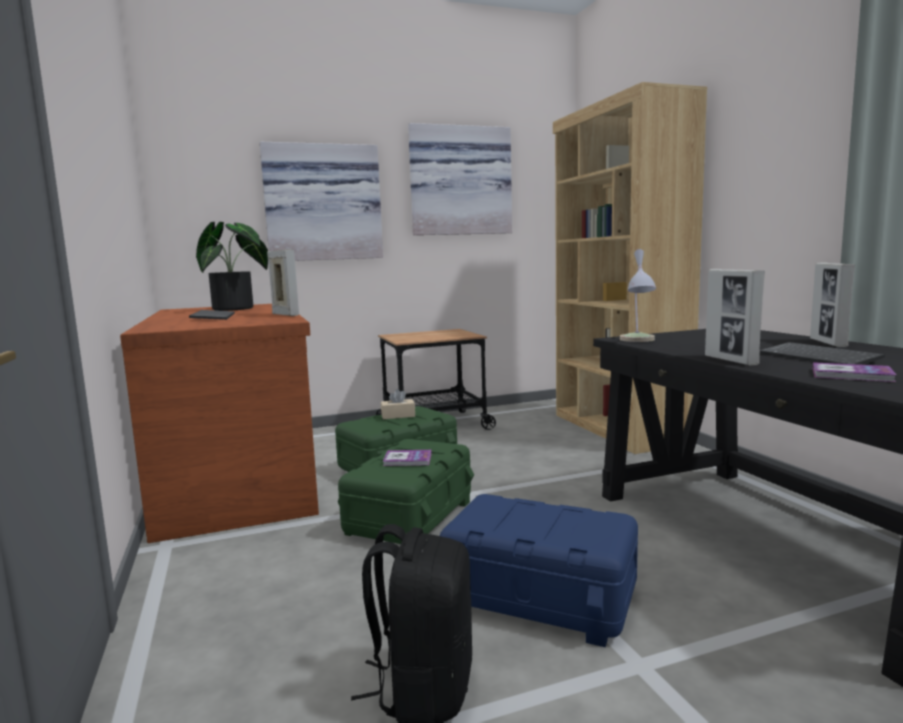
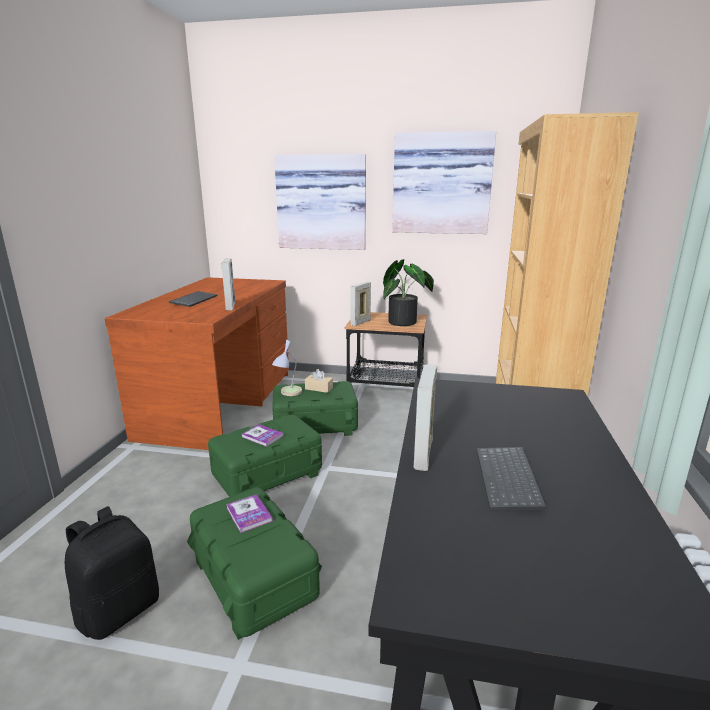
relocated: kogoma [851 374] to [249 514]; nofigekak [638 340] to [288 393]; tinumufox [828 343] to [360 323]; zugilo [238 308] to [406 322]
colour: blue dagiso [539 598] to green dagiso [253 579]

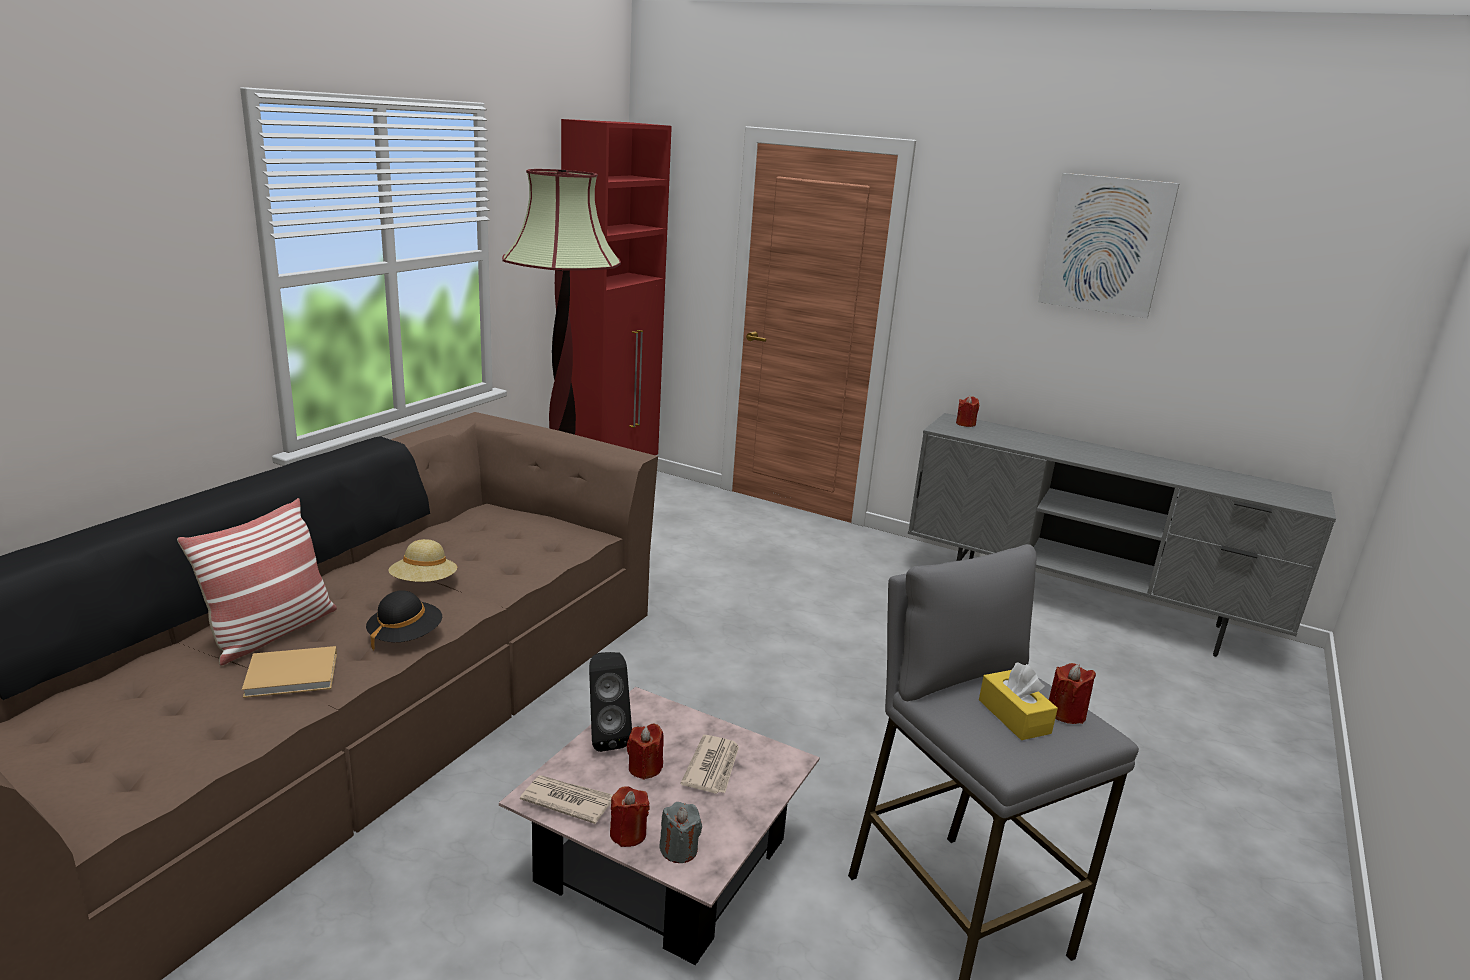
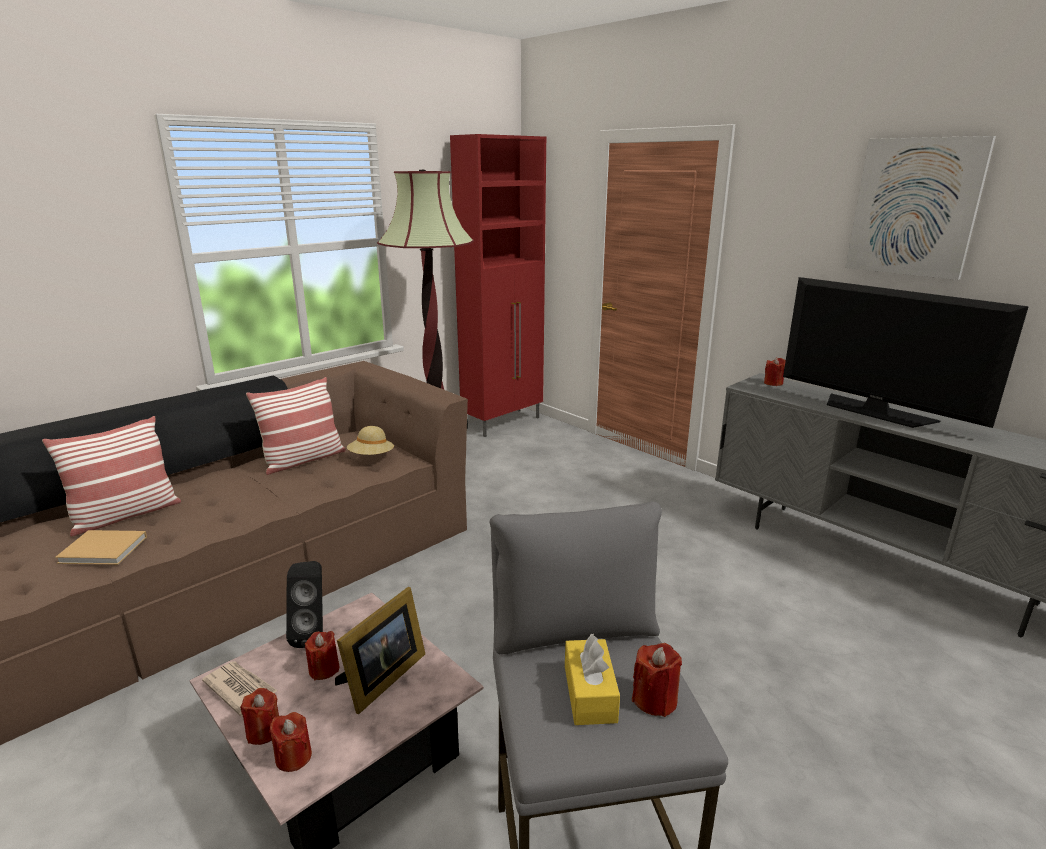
missing: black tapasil [405 636]
appeared: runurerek [303 460]; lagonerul [875 412]
relocated: beige tapasil [424 583] to [371 457]
exchanged: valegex [713 767] to tinumufox [381 679]
colour: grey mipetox [679 850] to red mipetox [293 757]

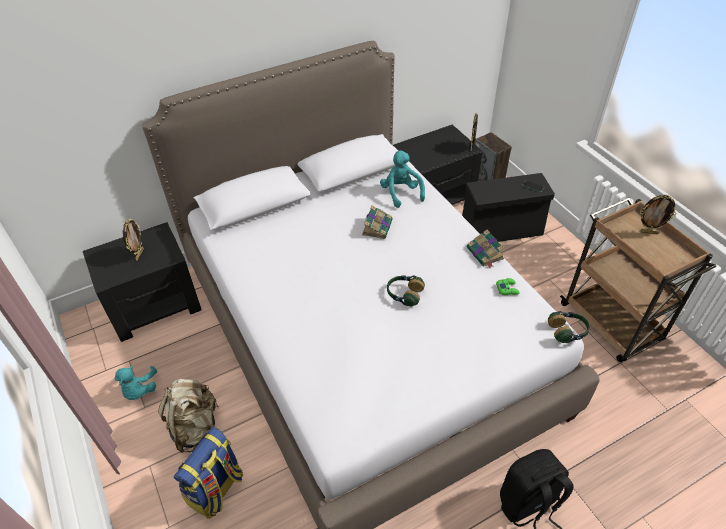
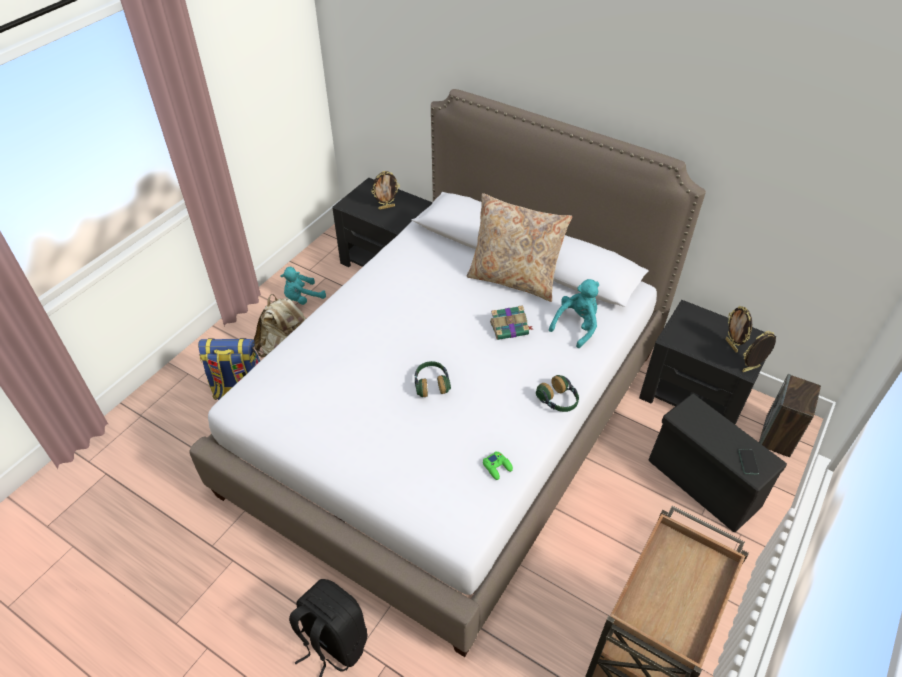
missing: kogoma [485 254]
appeared: beige runurerek [514 279]
relocated: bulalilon [567 331] to [558 401]; tinumufox [648 232] to [732 345]

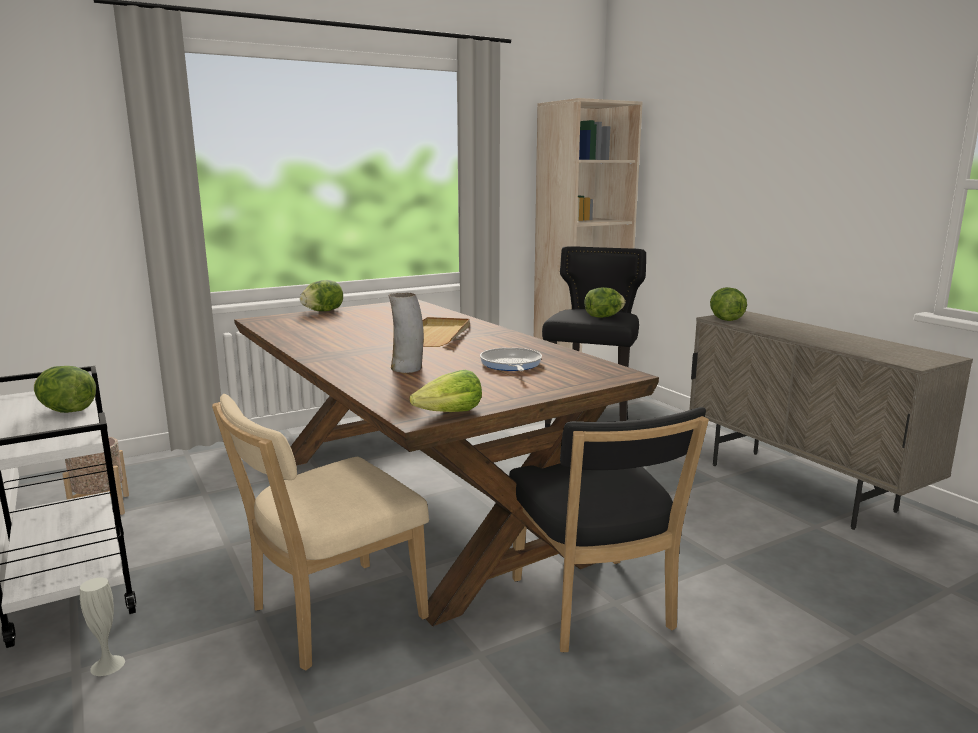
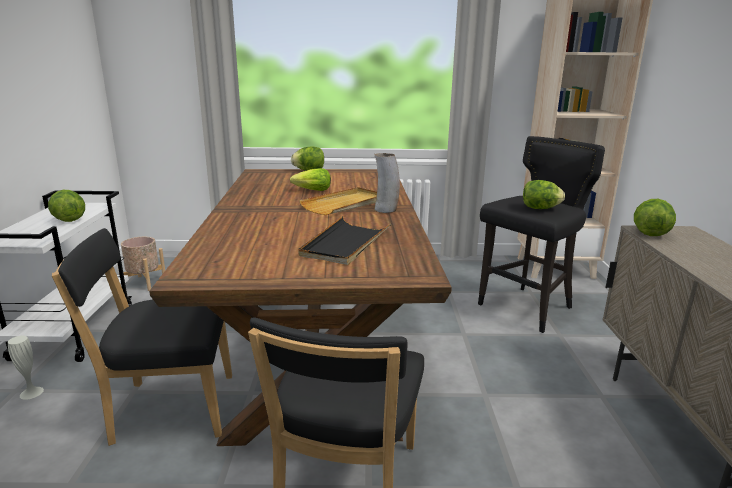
relocated: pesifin [450 413] to [312 191]; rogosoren [407 368] to [386 209]
exchanged: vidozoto [510 365] to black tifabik [345 244]
colour: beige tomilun [330 616] to black tomilun [168 409]

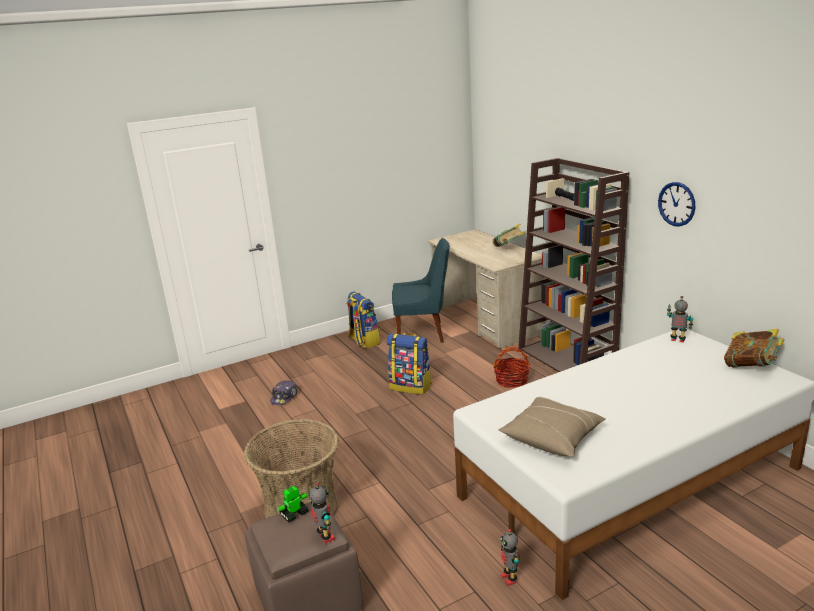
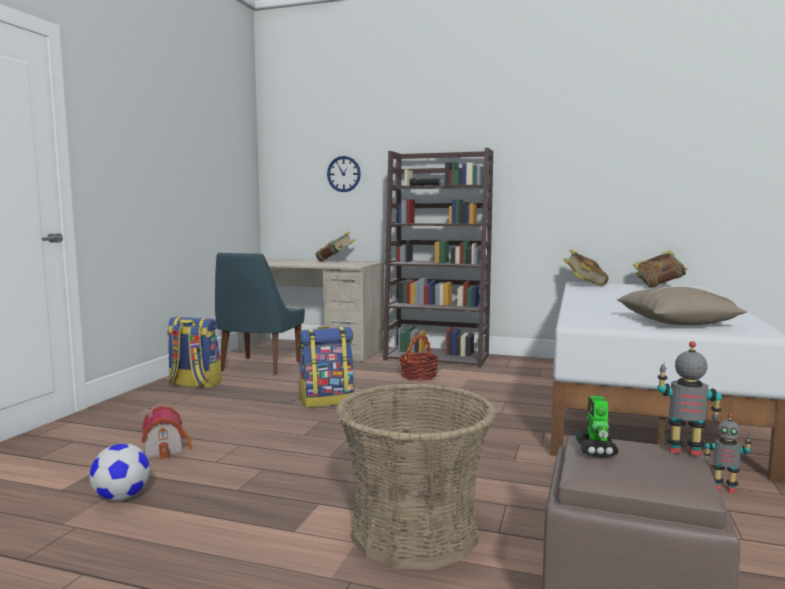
appeared: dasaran [122 497]
relocated: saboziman [676 204] to [343 174]
exchanged: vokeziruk [284 397] to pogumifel [166 448]; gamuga [677 340] to kogoma [584 285]
spun: blue tomilun [423 333] = [259 367] 150 degrees clockwise

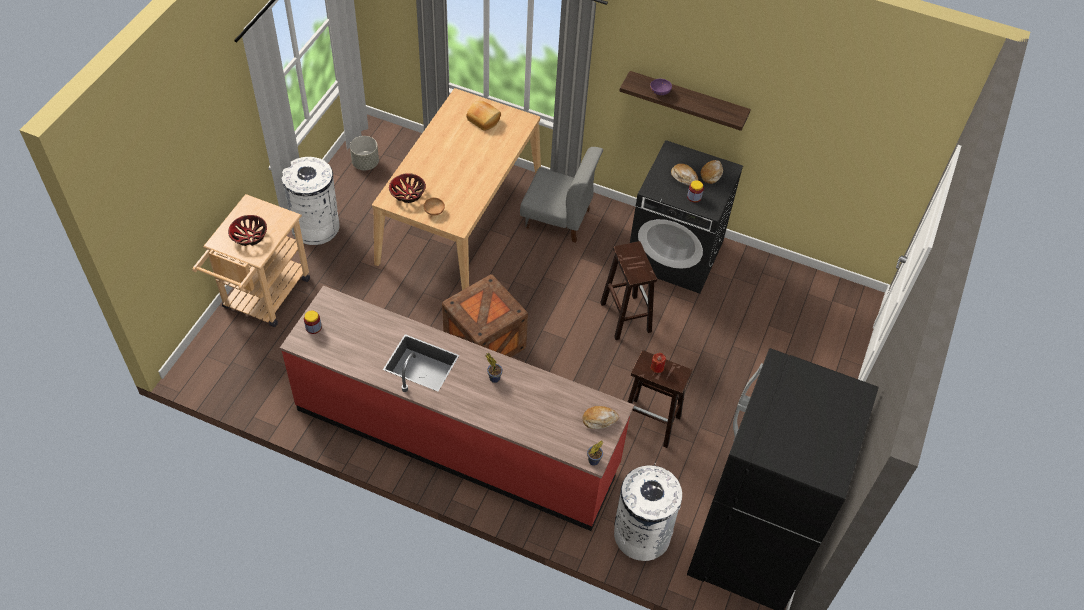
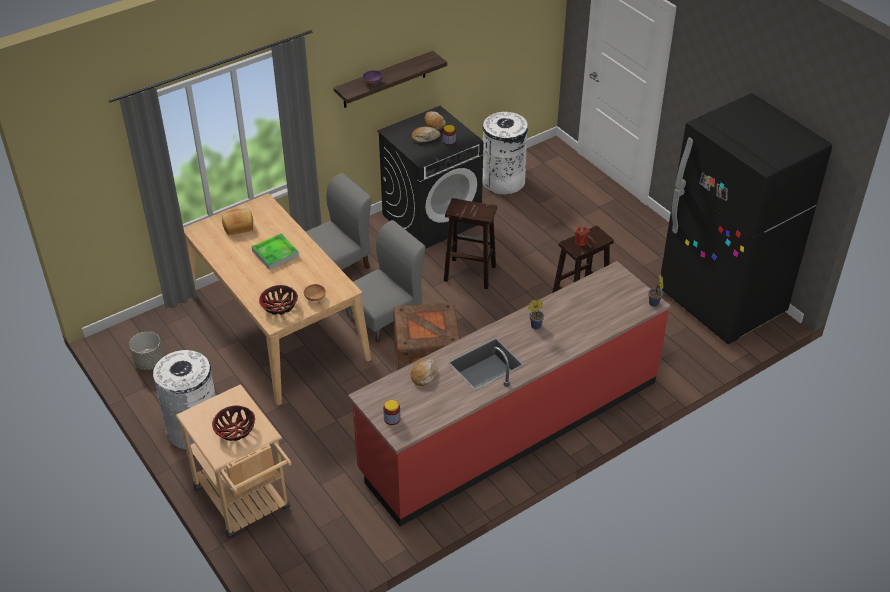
appeared: tifabik [275 253]; grey tomilun [384 316]
relocated: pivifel [599 419] to [423 375]; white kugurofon [641 534] to [503 181]

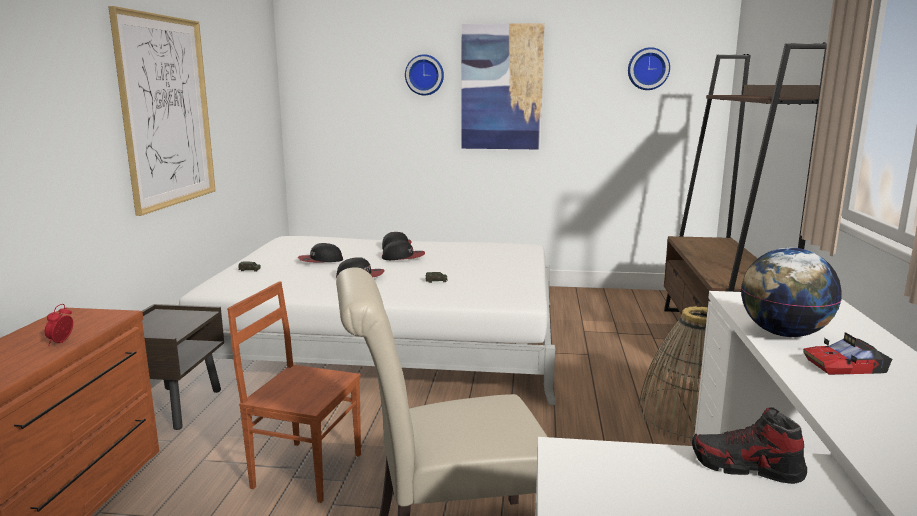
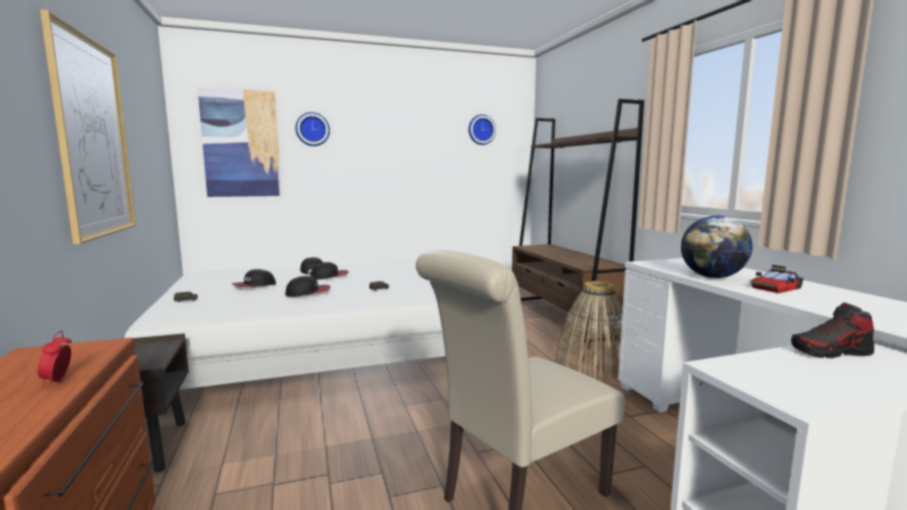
missing: brown tomilun [306 469]
relocated: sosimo [501 87] to [241 144]

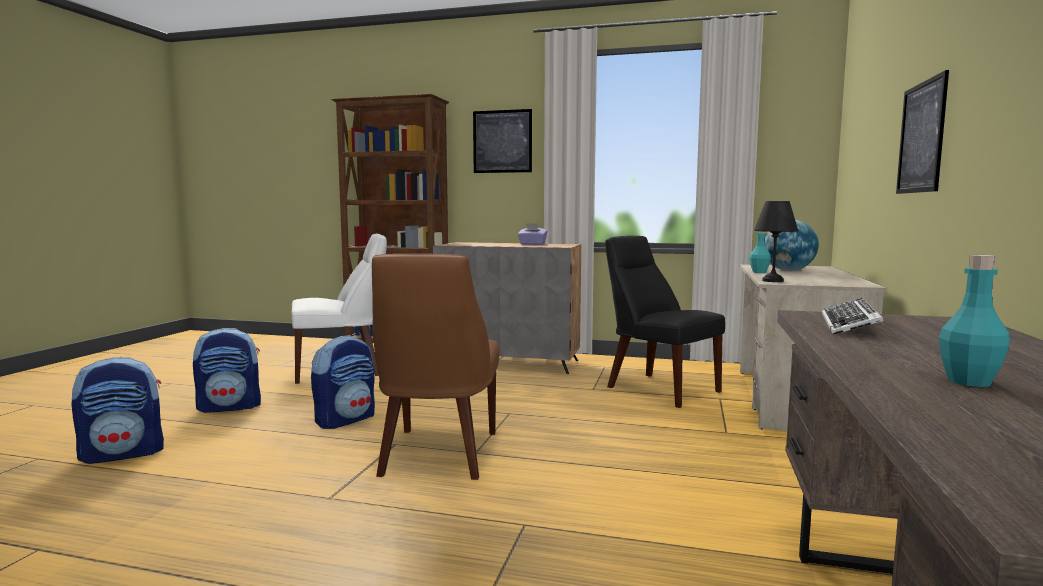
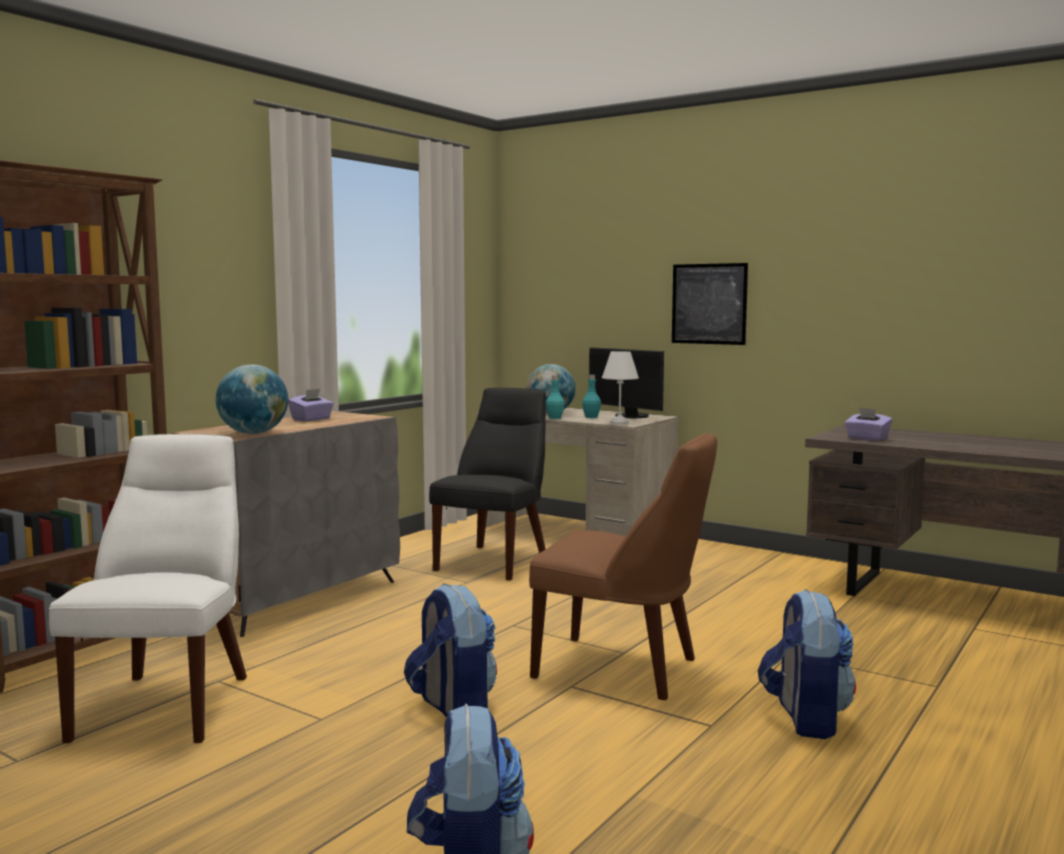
missing: sosimo [502 141]
appeared: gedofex [254 433]; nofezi [629 416]
relocated: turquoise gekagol [969 382] to [591 417]; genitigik [230 407] to [805 718]
exchanged: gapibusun [850 325] to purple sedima [867 438]
colour: black nofigekak [772 281] to white nofigekak [620 423]
spun: black tomilun [658 388] = [495 561] 135 degrees clockwise

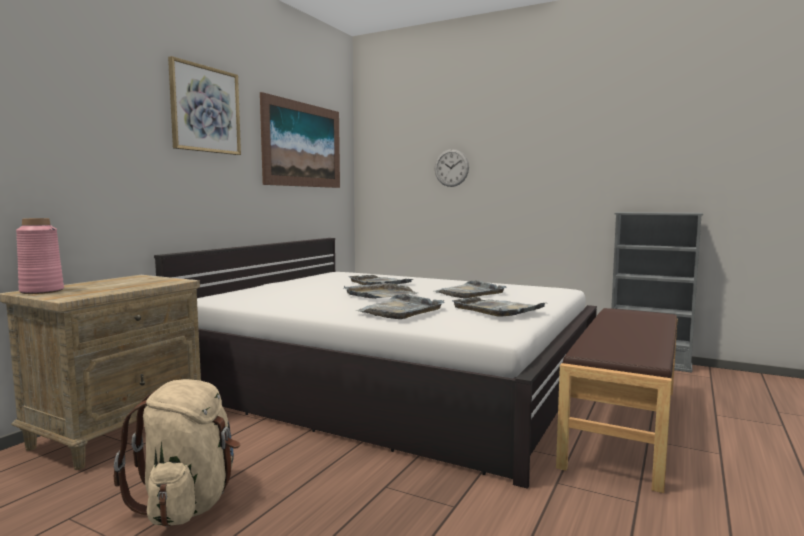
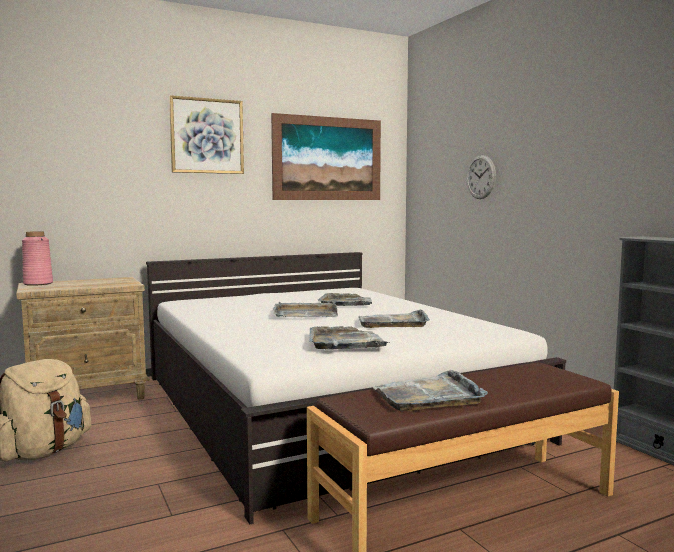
relocated: grey tifabik [400 310] to [428 396]

